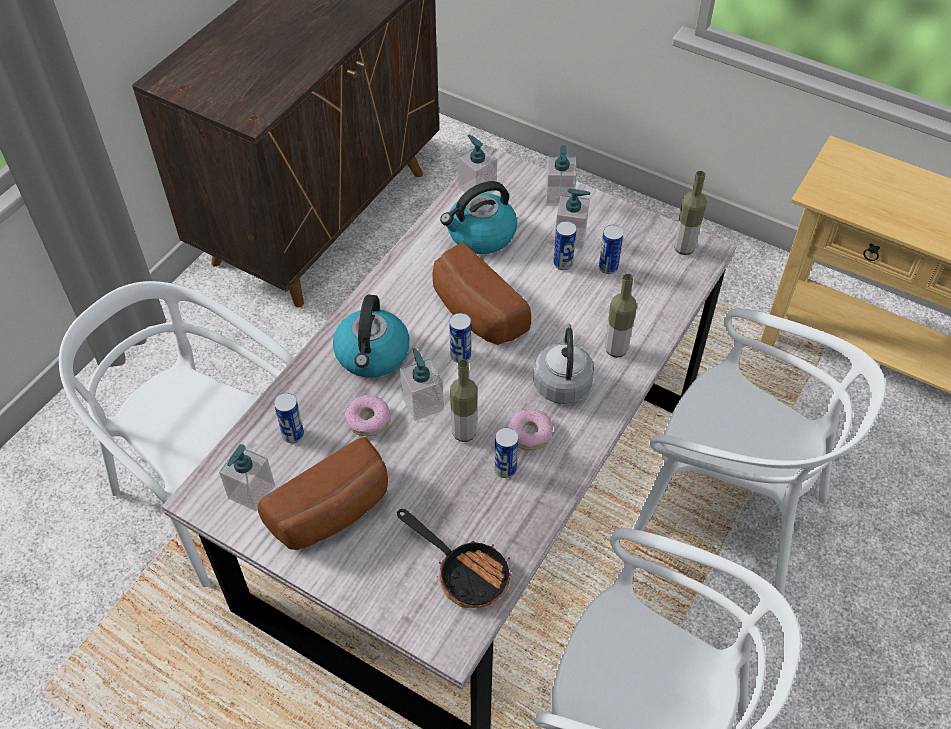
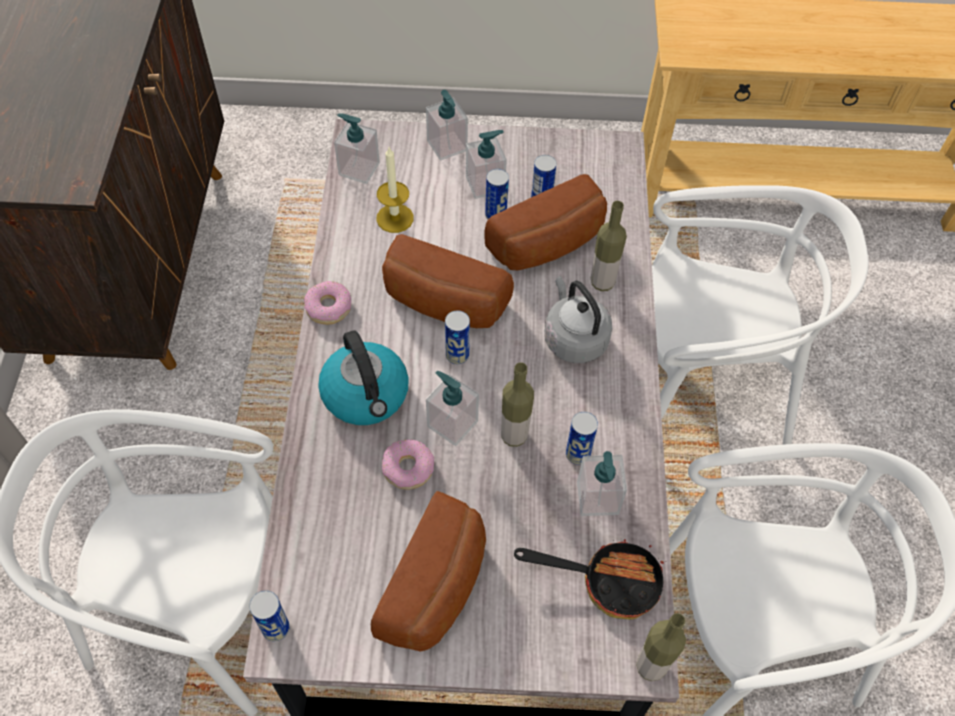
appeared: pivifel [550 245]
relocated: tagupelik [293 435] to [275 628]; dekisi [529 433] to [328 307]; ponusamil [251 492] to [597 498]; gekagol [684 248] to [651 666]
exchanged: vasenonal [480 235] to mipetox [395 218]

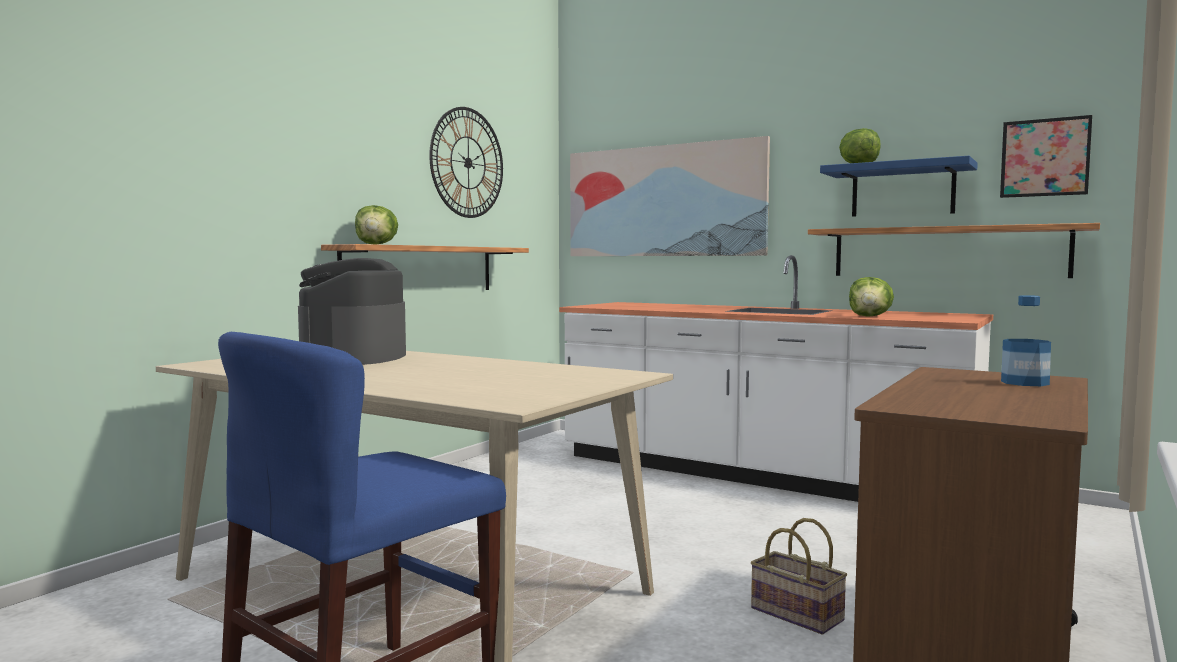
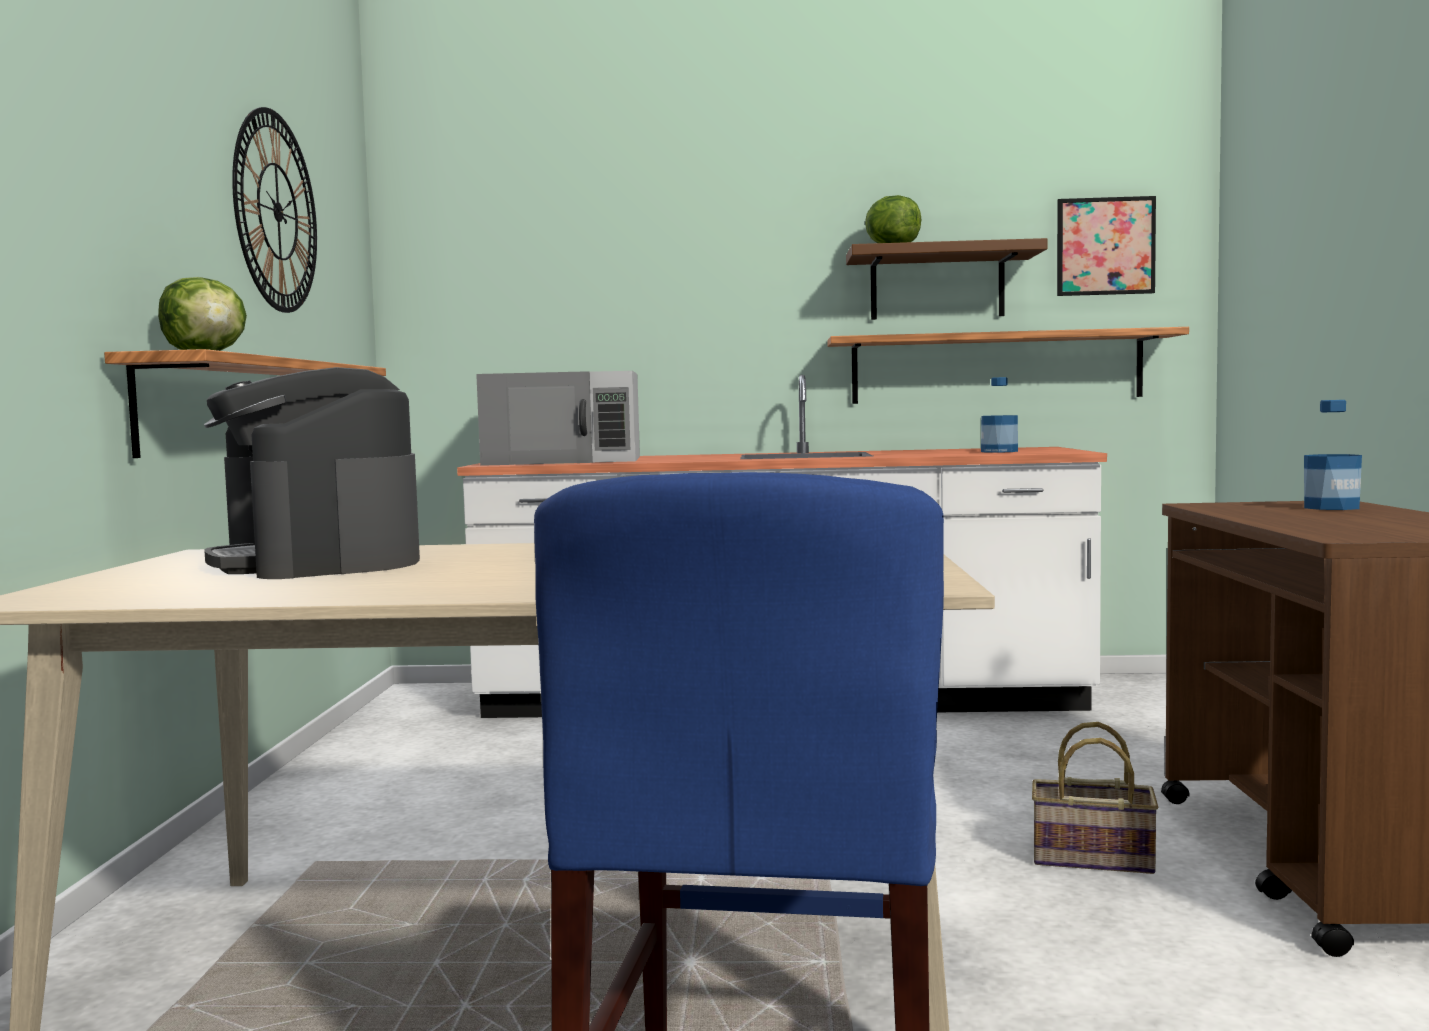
missing: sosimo [663 201]; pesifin [869 316]
appeared: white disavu [565 460]; gekagol [999 451]
colour: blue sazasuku [902 191] to brown sazasuku [937 285]

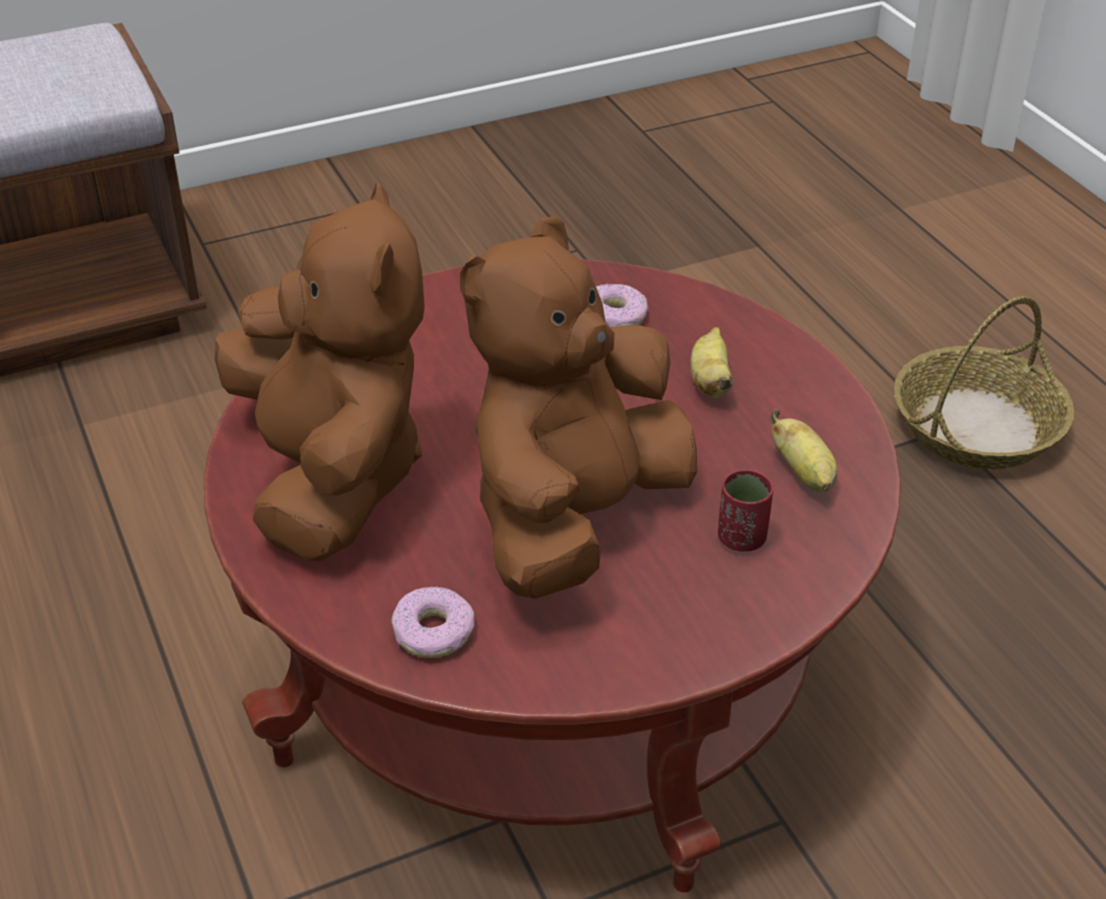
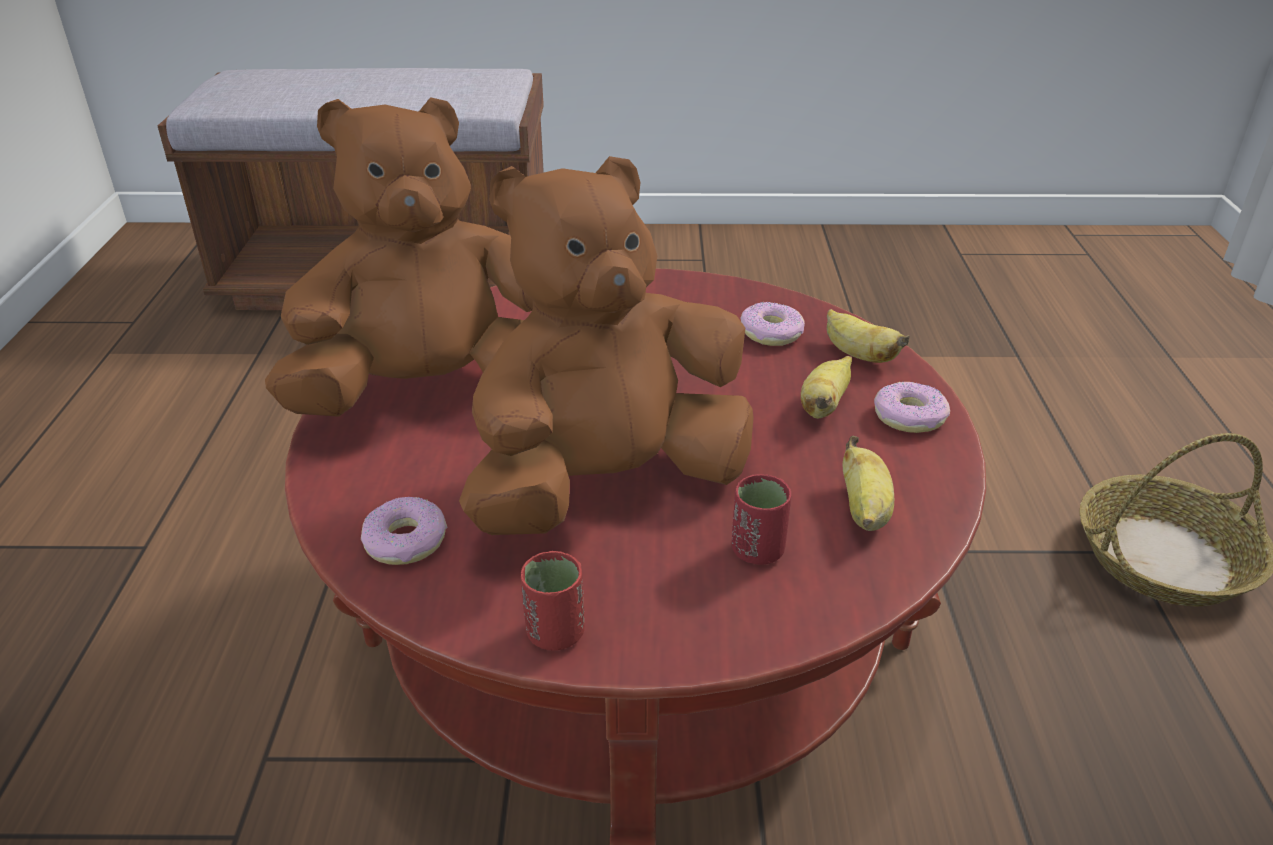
appeared: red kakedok [555 633]; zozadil [857 355]; dekisi [909 416]
spun: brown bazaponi [331 476] = [433 392] 120 degrees counterclockwise

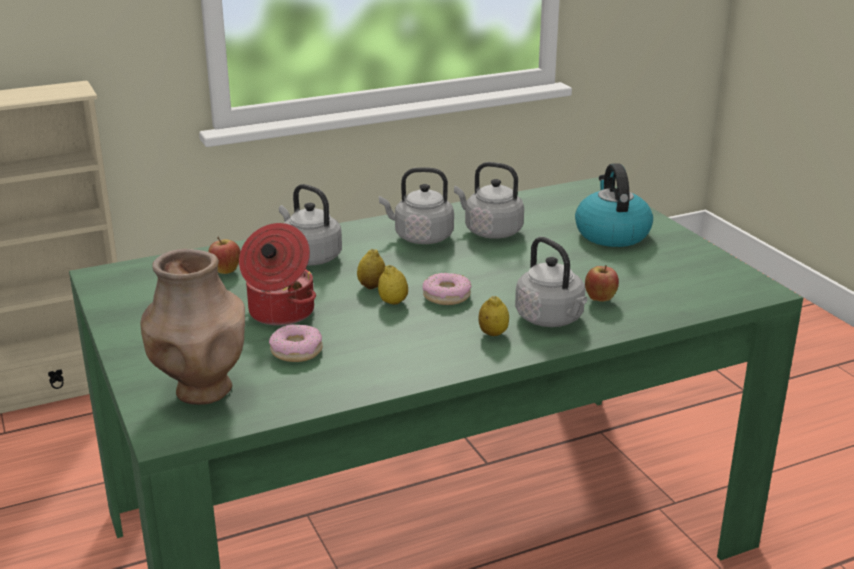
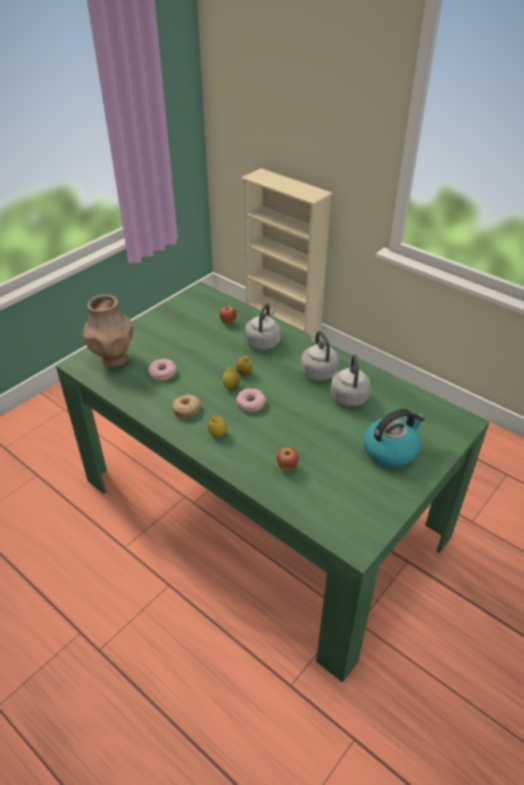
missing: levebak [280 313]; grey vasenonal [551 319]
appeared: dekisi [186 409]

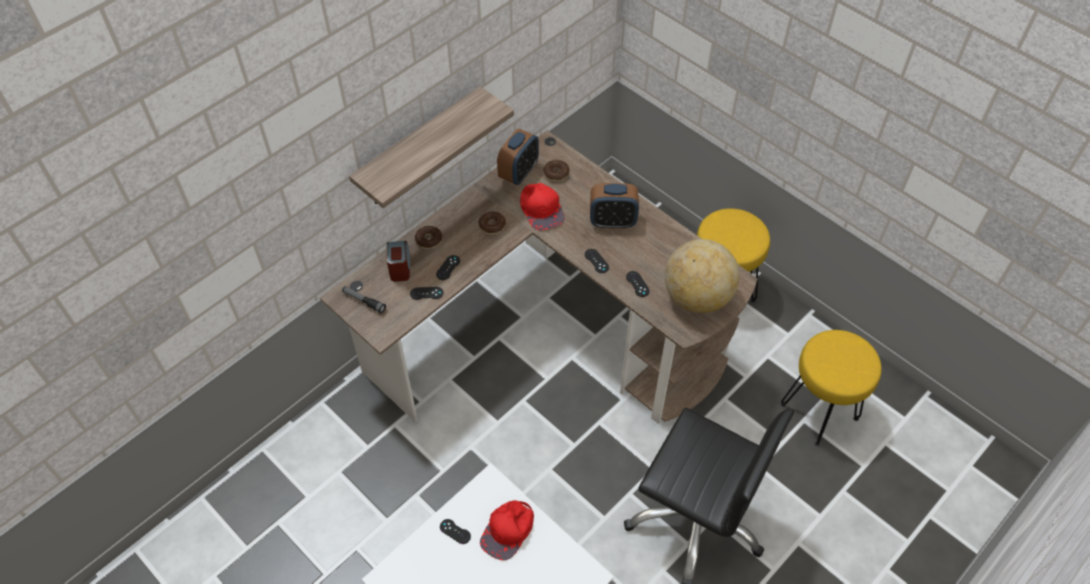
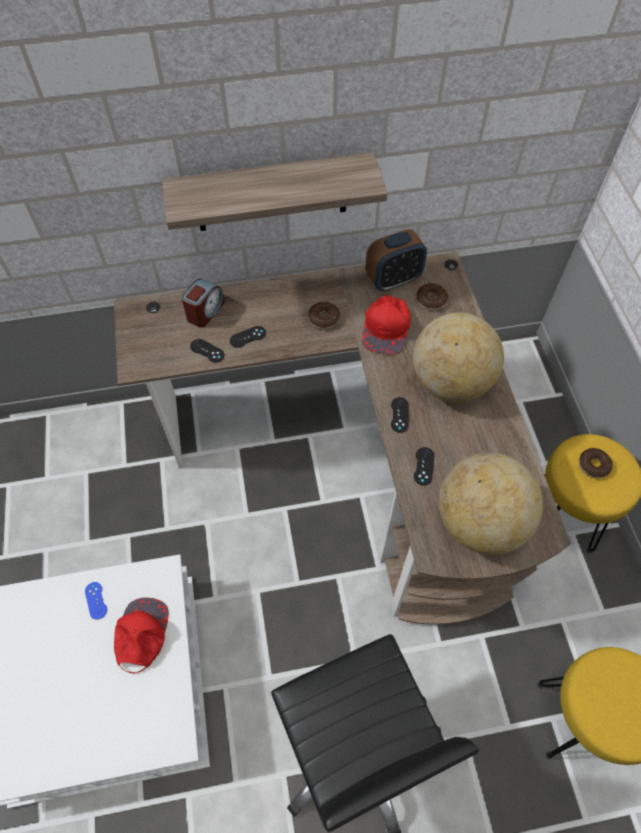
missing: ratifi [364 301]
relocated: dekisi [429 240] to [593 465]
exchanged: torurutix [612 221] to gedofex [450 382]
colour: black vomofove [455 531] to blue vomofove [96 600]
spun: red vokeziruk [508 530] = [141 634] 120 degrees clockwise

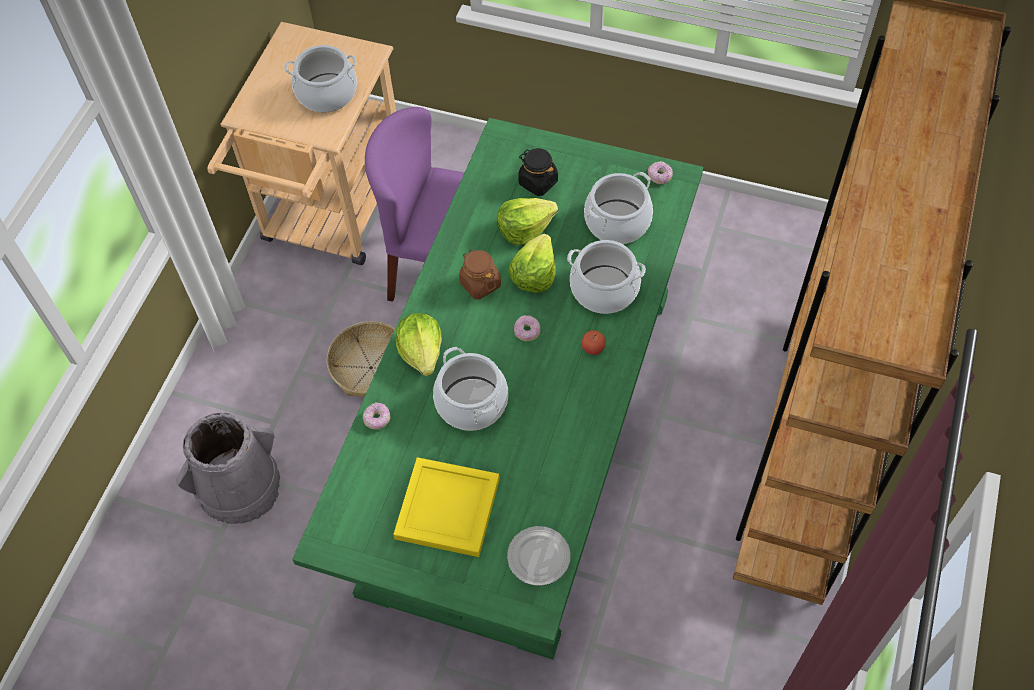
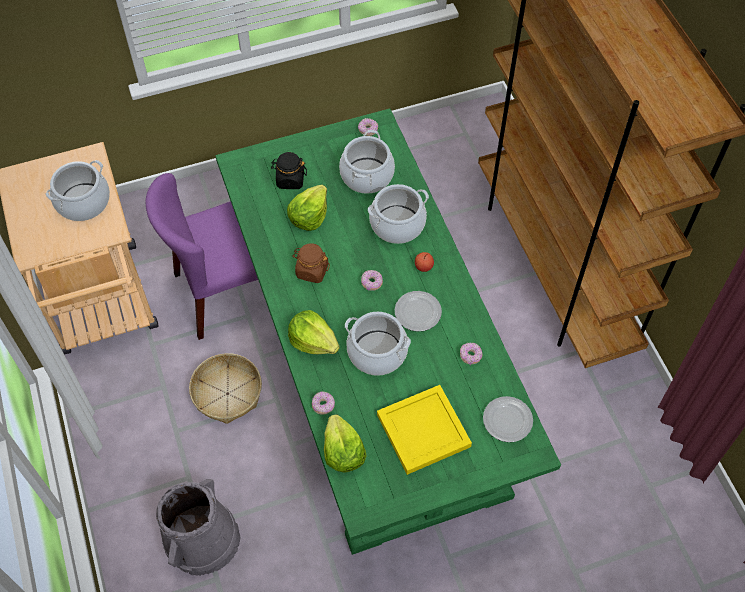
appeared: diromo [417 312]; dekisi [470 356]
relocated: pesifin [534 274] to [342 452]

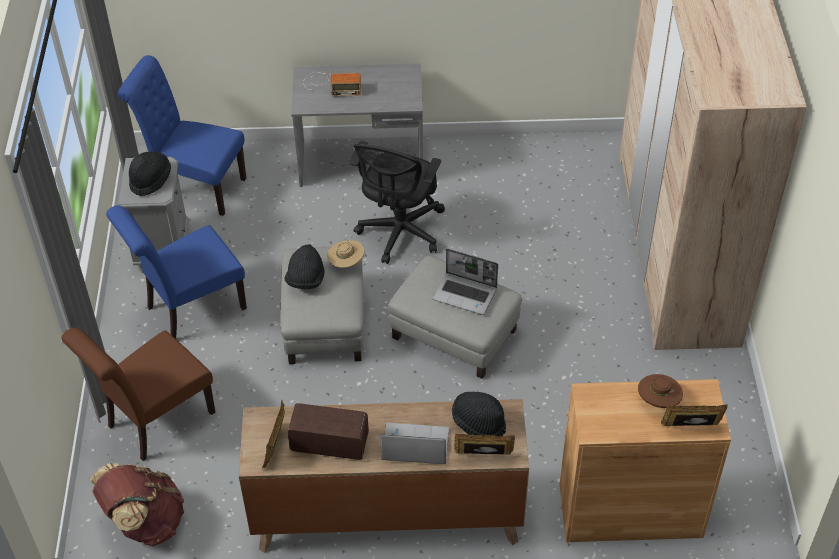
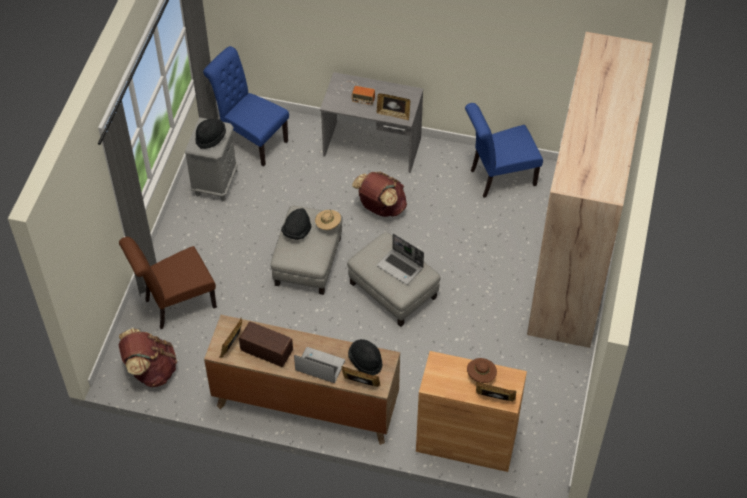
appeared: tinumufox [393 114]
relocated: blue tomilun [190 309] to [498 178]
exchanged: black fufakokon [399 234] to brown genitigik [380 208]

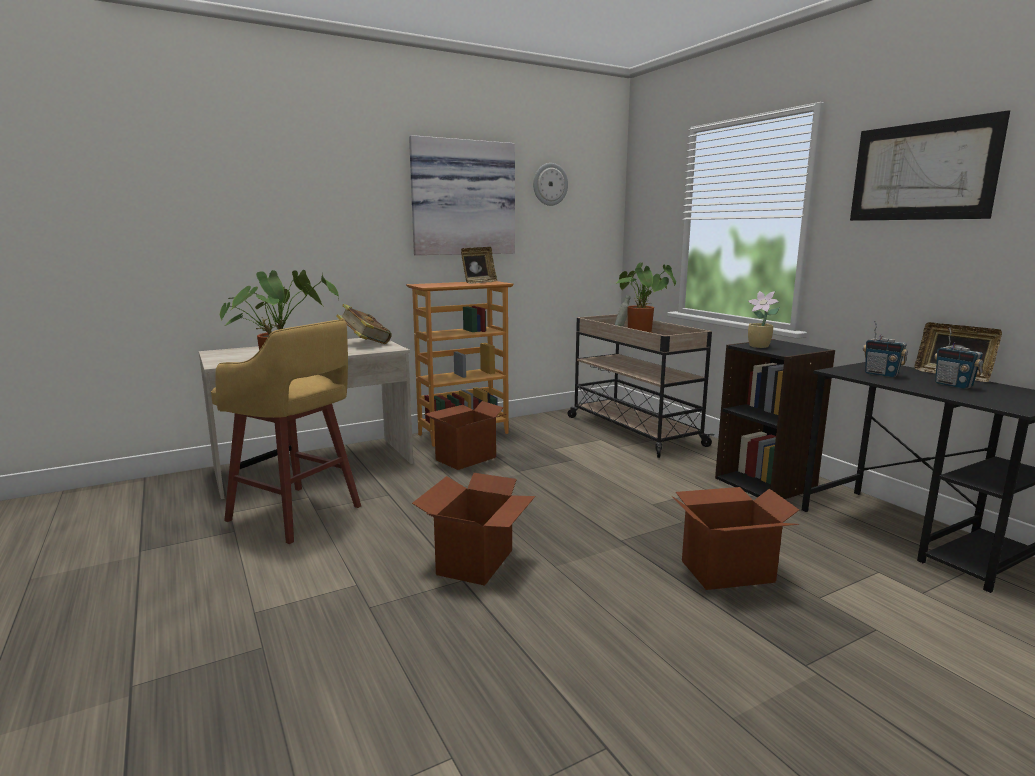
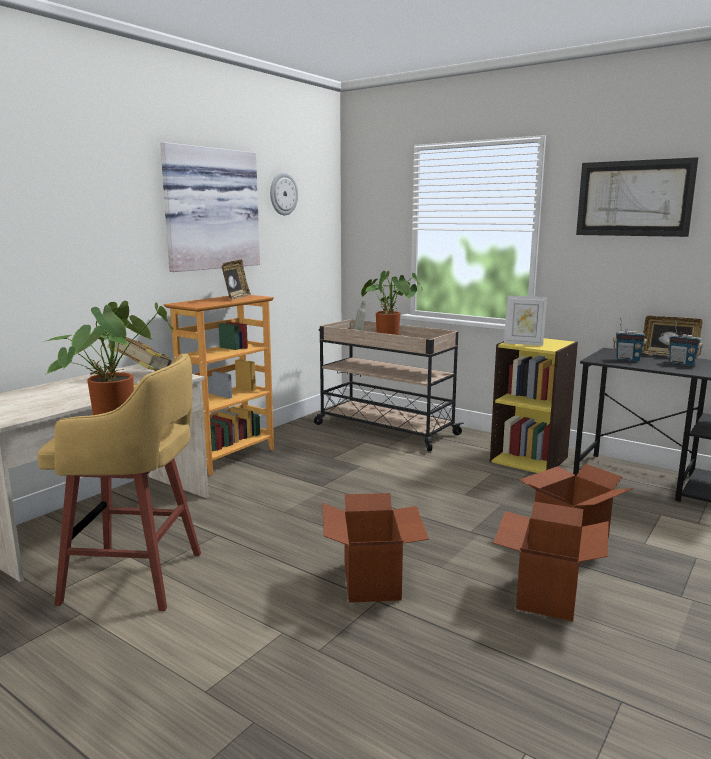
relocated: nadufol [465 458] to [546 595]
exchanged: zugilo [759 346] to tinumufox [523 343]
colour: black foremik [766 483] to yellow foremik [529 459]

